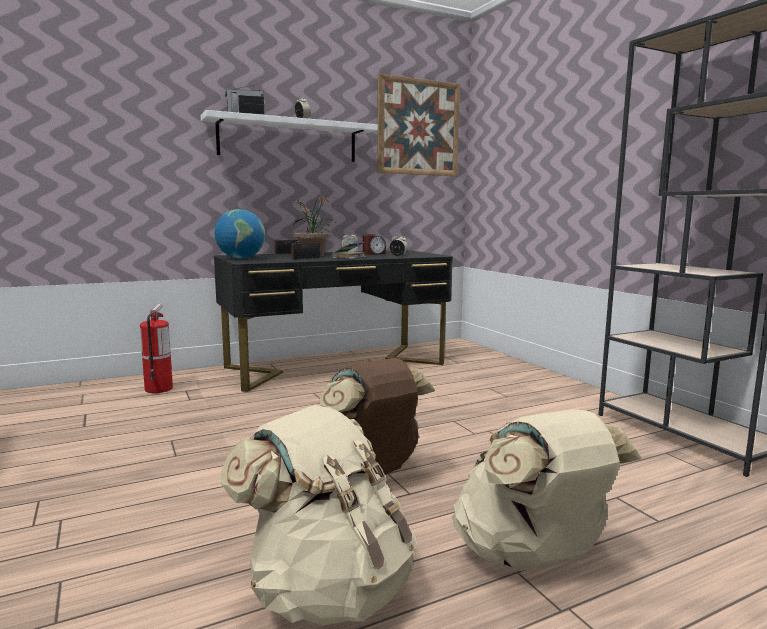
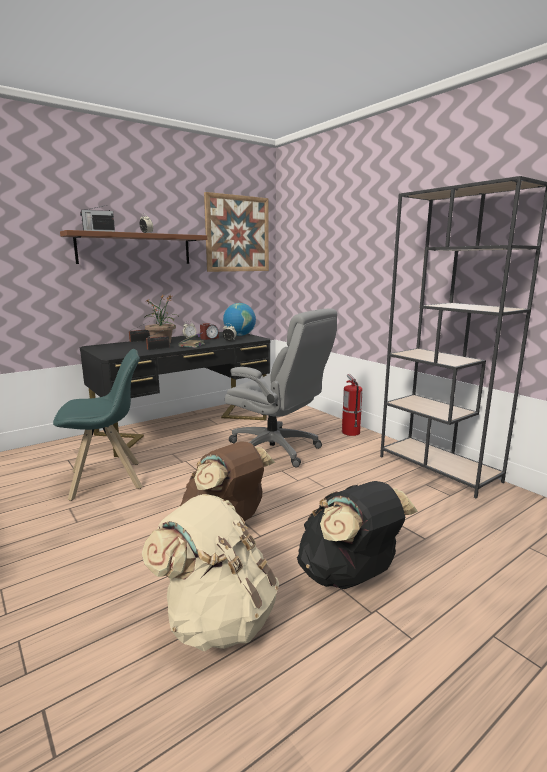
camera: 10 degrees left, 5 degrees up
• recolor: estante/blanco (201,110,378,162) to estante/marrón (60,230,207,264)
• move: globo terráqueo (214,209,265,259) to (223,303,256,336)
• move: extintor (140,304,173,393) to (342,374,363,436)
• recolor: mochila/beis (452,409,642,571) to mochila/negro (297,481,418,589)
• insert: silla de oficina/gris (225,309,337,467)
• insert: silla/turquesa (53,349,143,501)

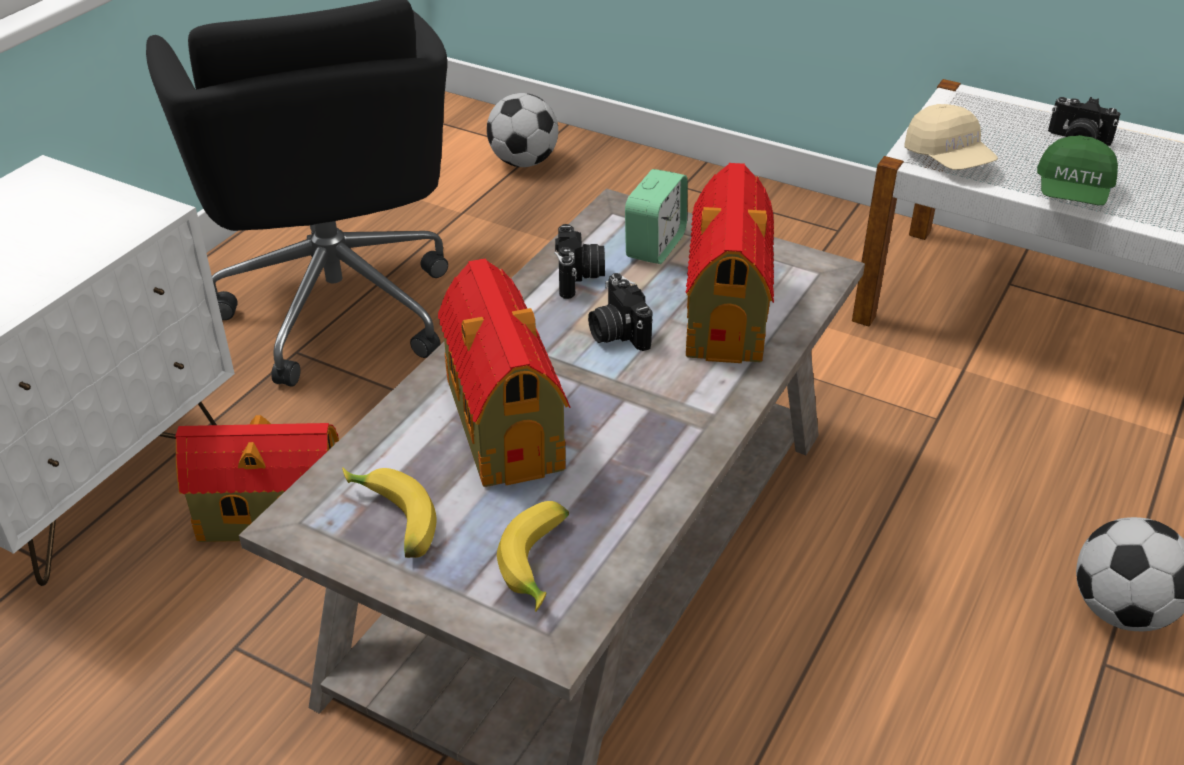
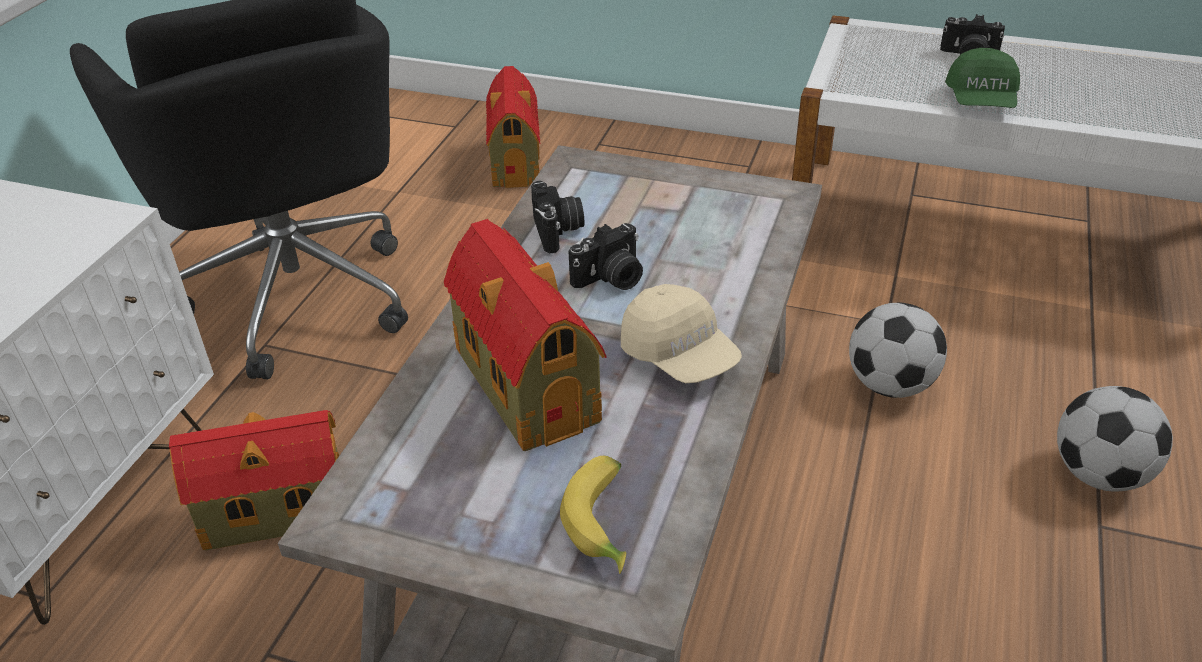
camera: 10 degrees left, 0 degrees up
• move: balón de fútbol (487,93,558,167) to (849,302,947,398)
• move: gorra/beis (904,104,998,170) to (621,284,742,383)
• move: casita (686,163,774,363) to (486,66,541,188)
• delete: despertador (625,169,688,264)
• rotate: cámara (588,273,653,351) = (568,223,643,290) 90 degrees counterclockwise
• delete: plátano (342,467,436,558)

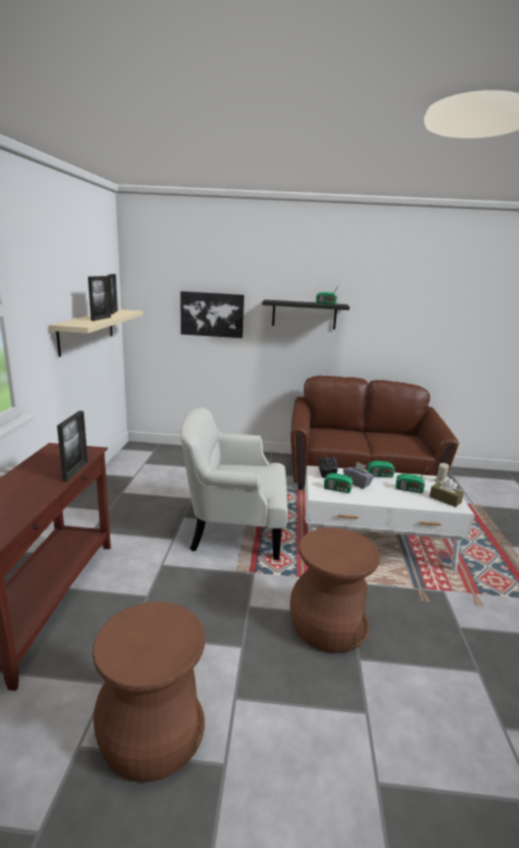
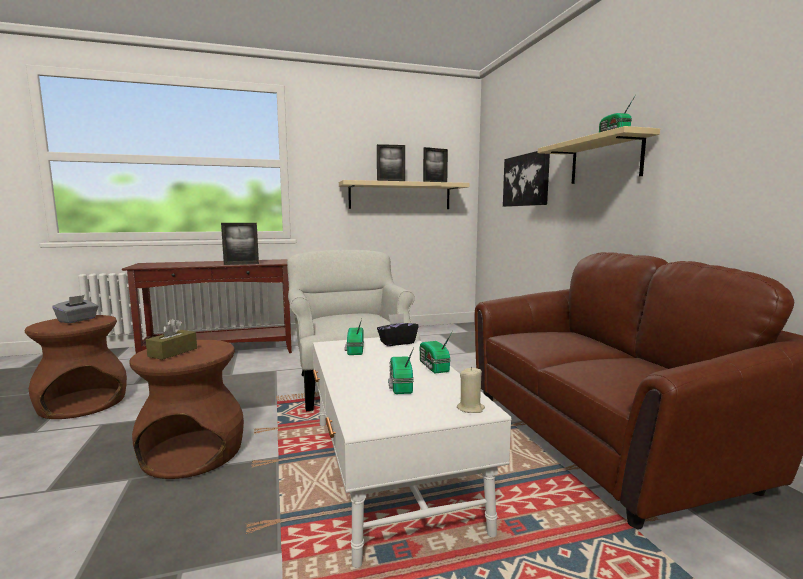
camera: 70 degrees right, 10 degrees down
• recolor: estante/negro (262,299,350,329) to estante/beis (538,126,660,184)
• move: caja de pañuelos/gris (343,462,374,489) to (52,295,99,323)
• move: caja de pañuelos/marrón (429,478,464,507) to (146,319,197,360)

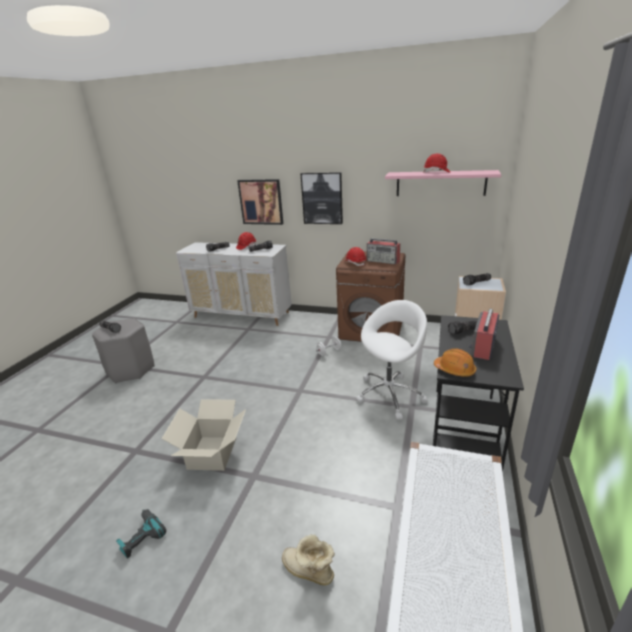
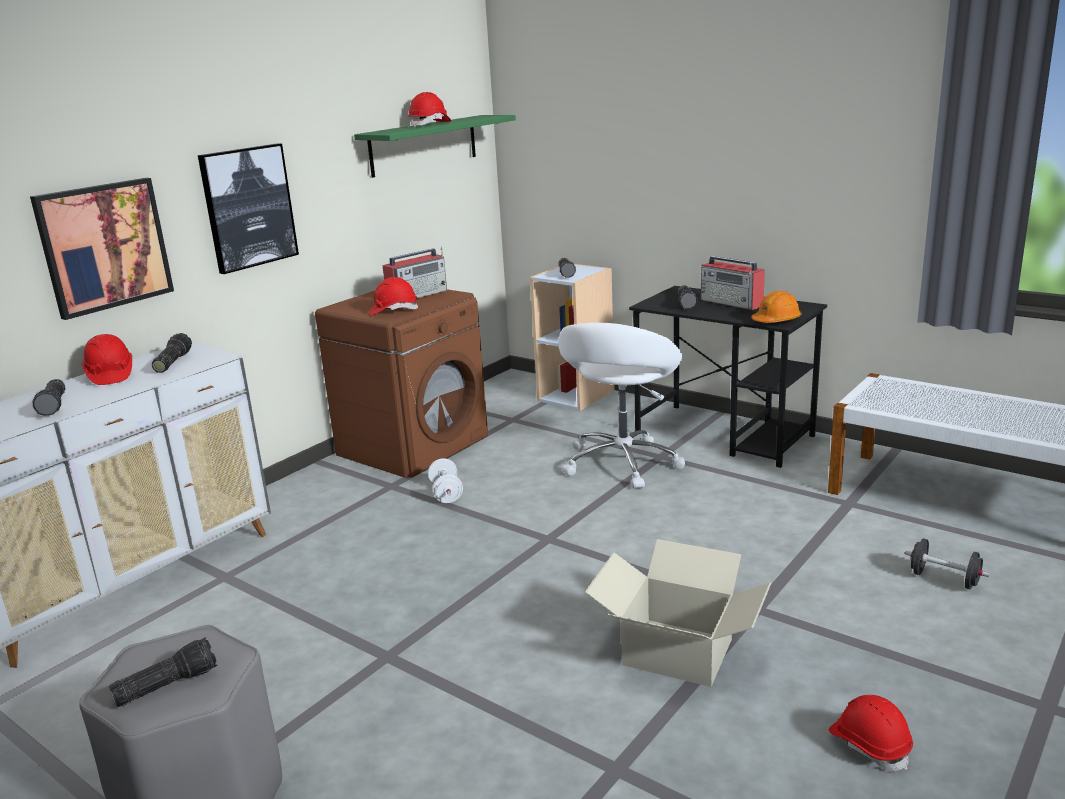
camera: 70 degrees left, 5 degrees down
• recolor: estante/rosa (385,170,501,196) to estante/verde (354,115,516,178)
• rotate: silla de oficina/blanco (356,300,428,420) = (559,323,685,489) 150 degrees counterclockwise
• replace: taladro (116,509,166,559) to casco/rojo (829,695,913,771)
• replace: bota (282,534,335,586) to mancuerna/negro (905,538,990,590)

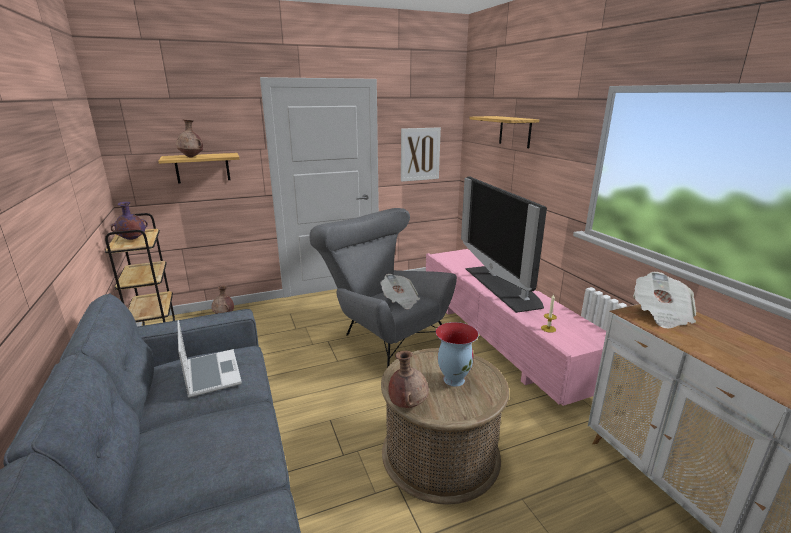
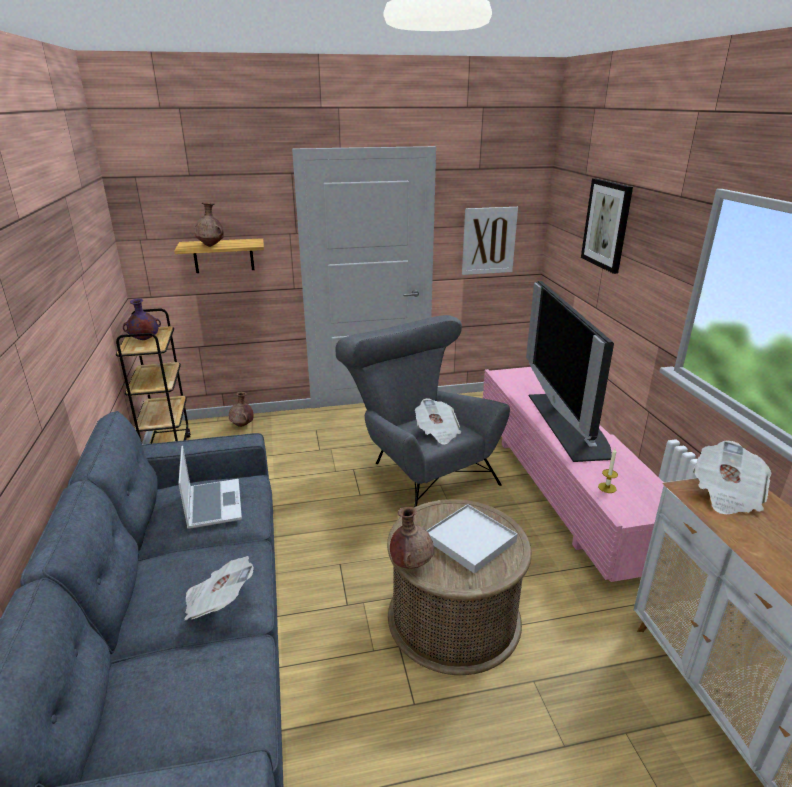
camera: 10 degrees right, 5 degrees up
• replace: estante (469,116,539,148) to cuadro (581,178,633,274)
• replace: florero (435,322,479,387) to bandeja/blanco (426,504,517,573)
• insert: periódico (184,556,254,621)

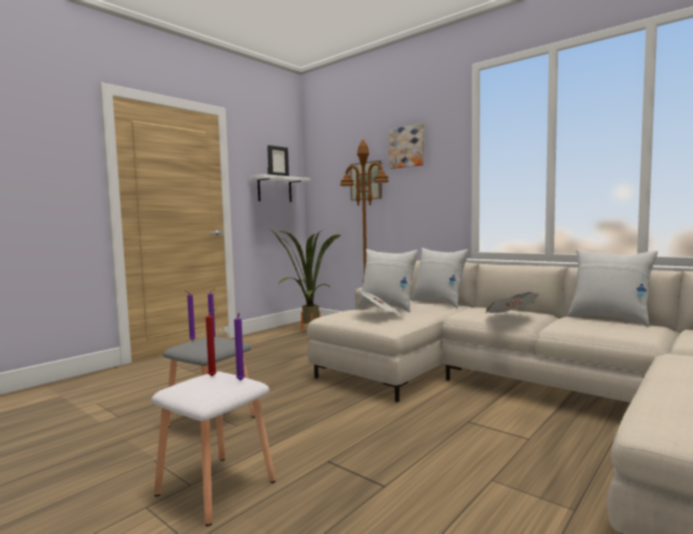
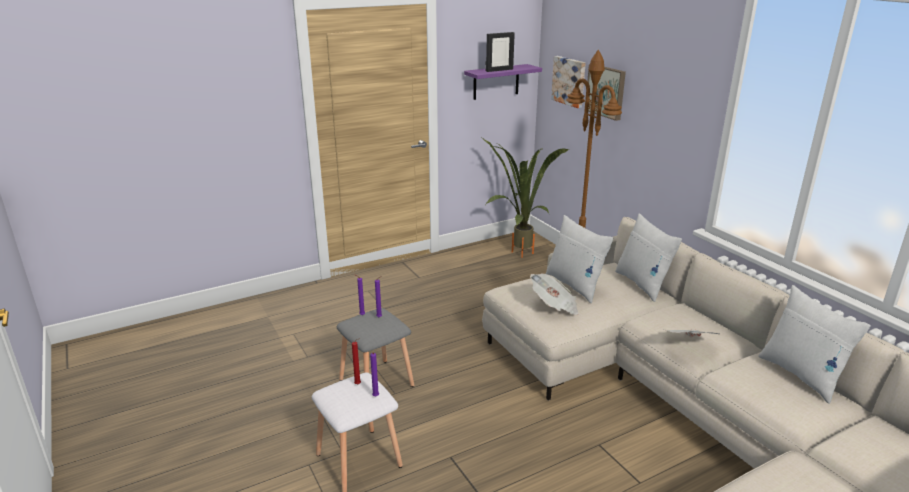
camera: 20 degrees right, 20 degrees up
• move: cuadro (388,124,424,169) to (551,56,586,108)
• recolor: estante/blanco (250,174,310,202) to estante/morado (464,64,542,100)

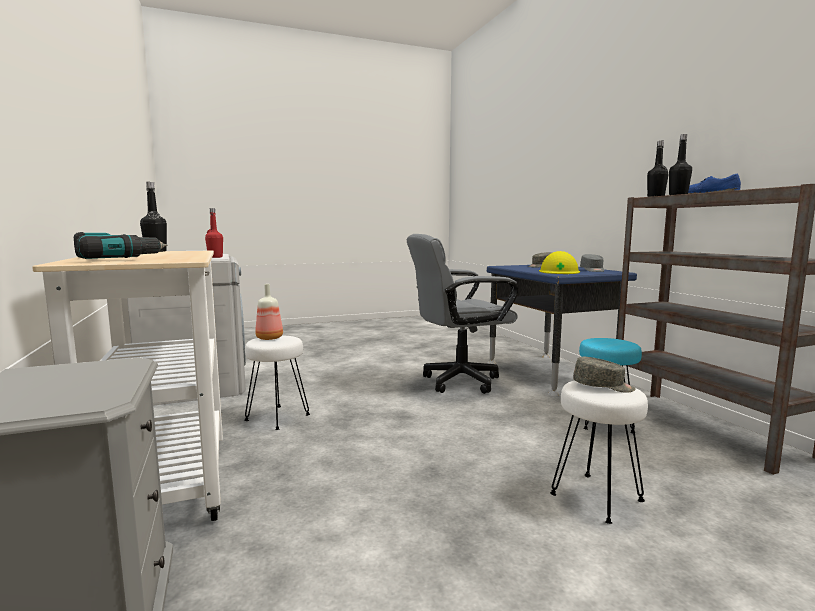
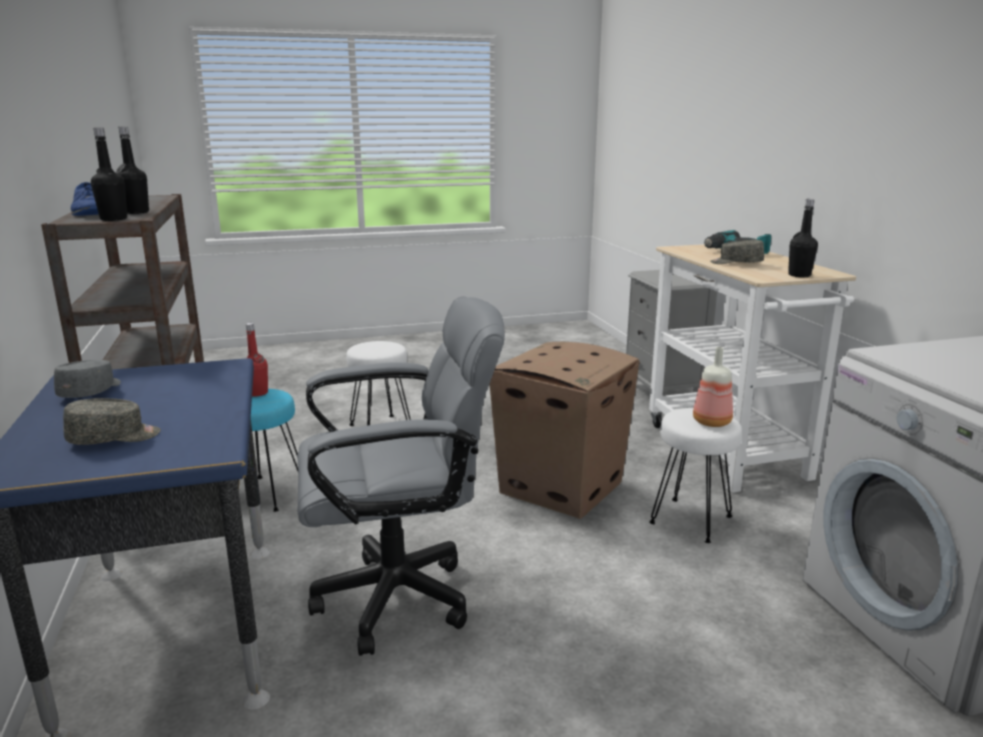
camera: 175 degrees left, 10 degrees up
• move: botella/rojo (205,208,223,258) to (246,323,268,396)
• delete: casco/amarillo (539,251,580,274)
• move: gorra/gris (573,357,636,393) to (710,240,764,264)
• insert: caja de cartón (490,342,640,519)

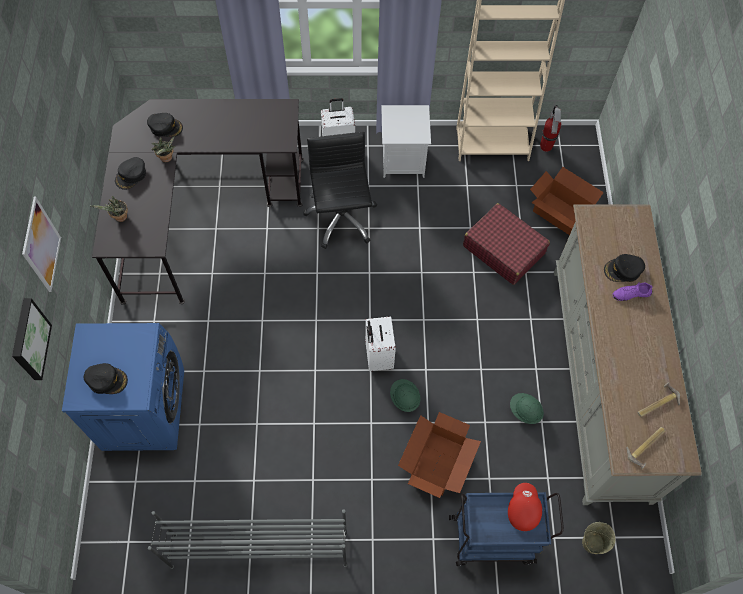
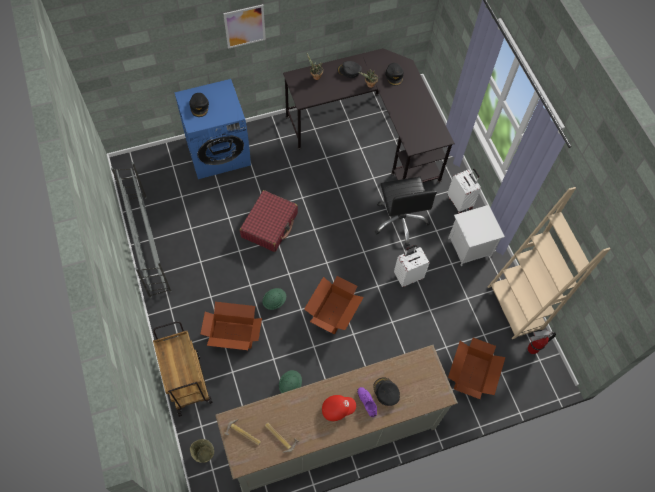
camera: 70 degrees right, 0 degrees up
• rotate: silla de oficina/negro (303,132,377,249) = (375,177,437,246) 105 degrees clockwise
• move: maleta/rojo (463,203,550,285) to (240,190,298,252)
• delete: cuadro (12,298,52,380)
• move: maleta/blanco (365,316,396,371) to (394,245,430,287)
• move: gorra/rojo (508,483,542,531) to (322,395,356,421)
• recolor: carrito/azul (449,492,564,566) to carrito/marrón (153,321,213,417)
• insert: caja de cartón (304,276,364,334)

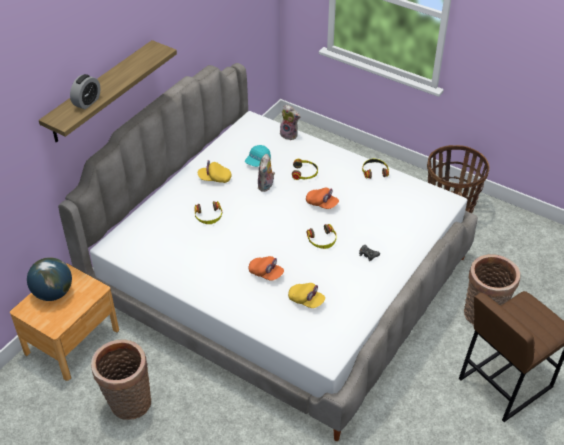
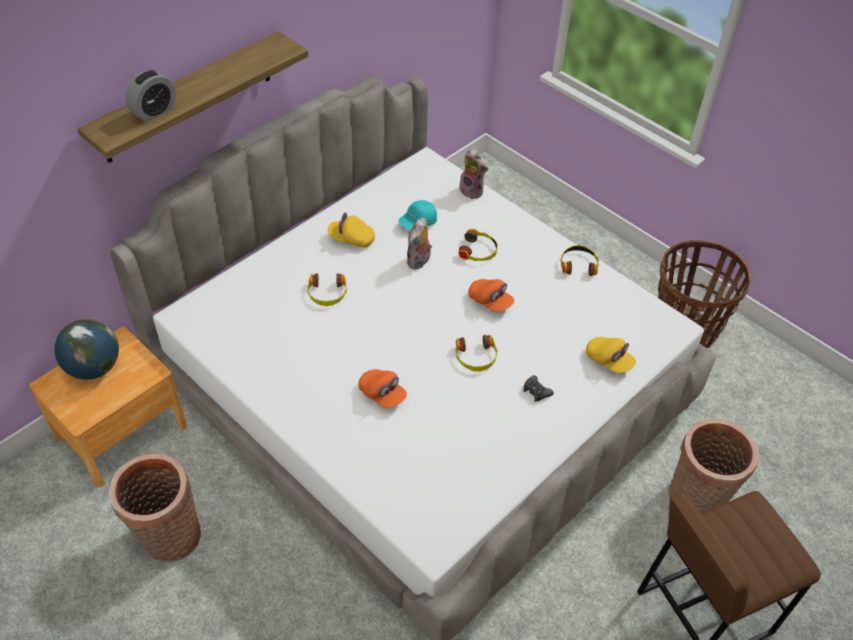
camera: 10 degrees right, 5 degrees up
• move: gorra/amarillo (288,283,325,308) to (586,337,636,373)

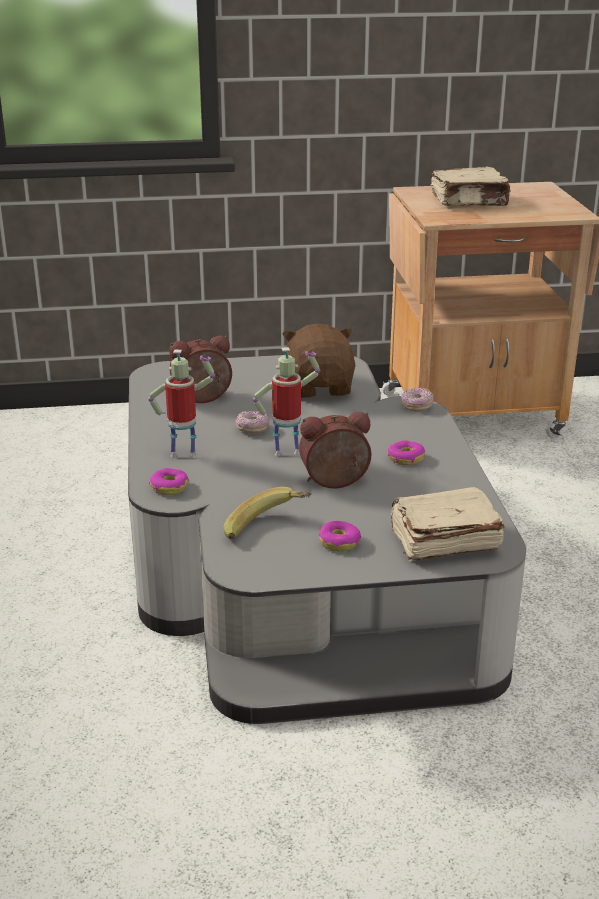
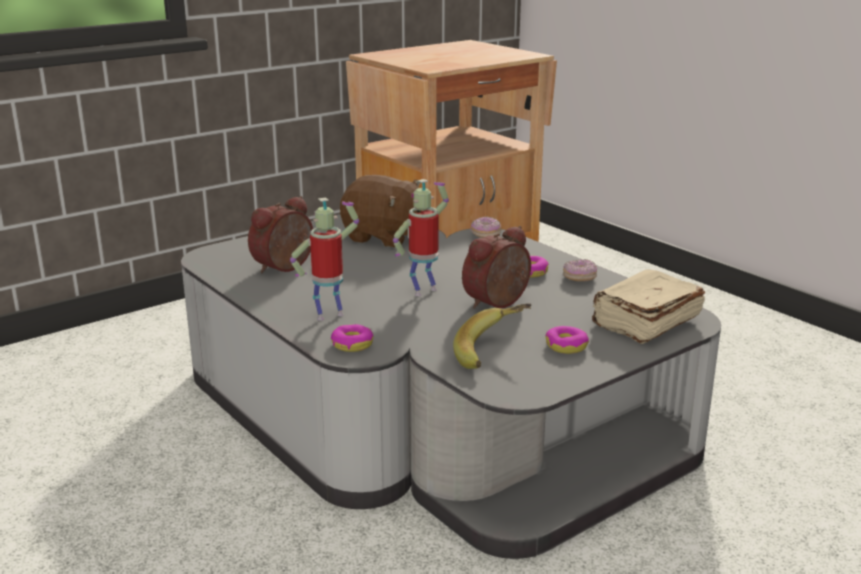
camera: 30 degrees left, 5 degrees down
• delete: libro/beis (431,167,511,206)
• rotate: peluche/marrón (282,324,355,398) = (340,175,421,247) 150 degrees clockwise
• move: rosquilla (236,411,269,433) to (563,259,597,281)

